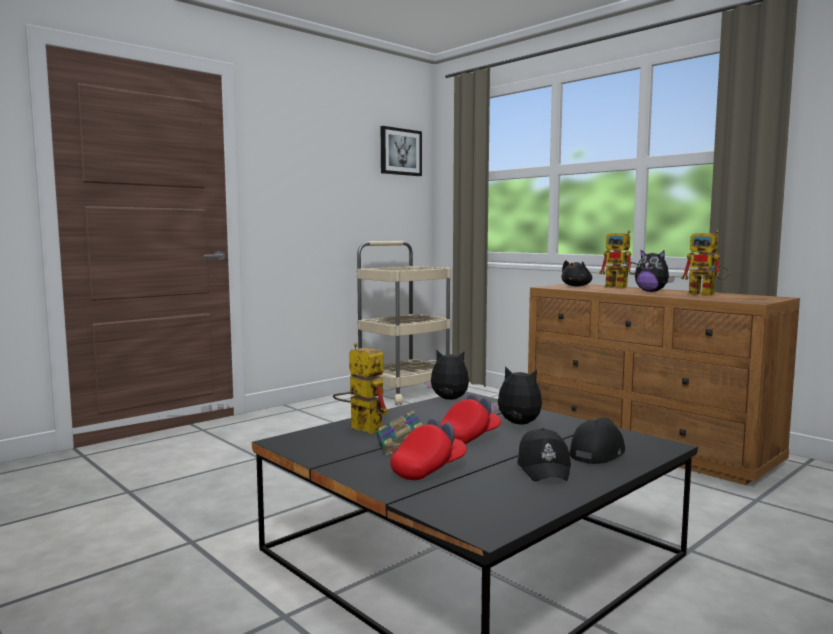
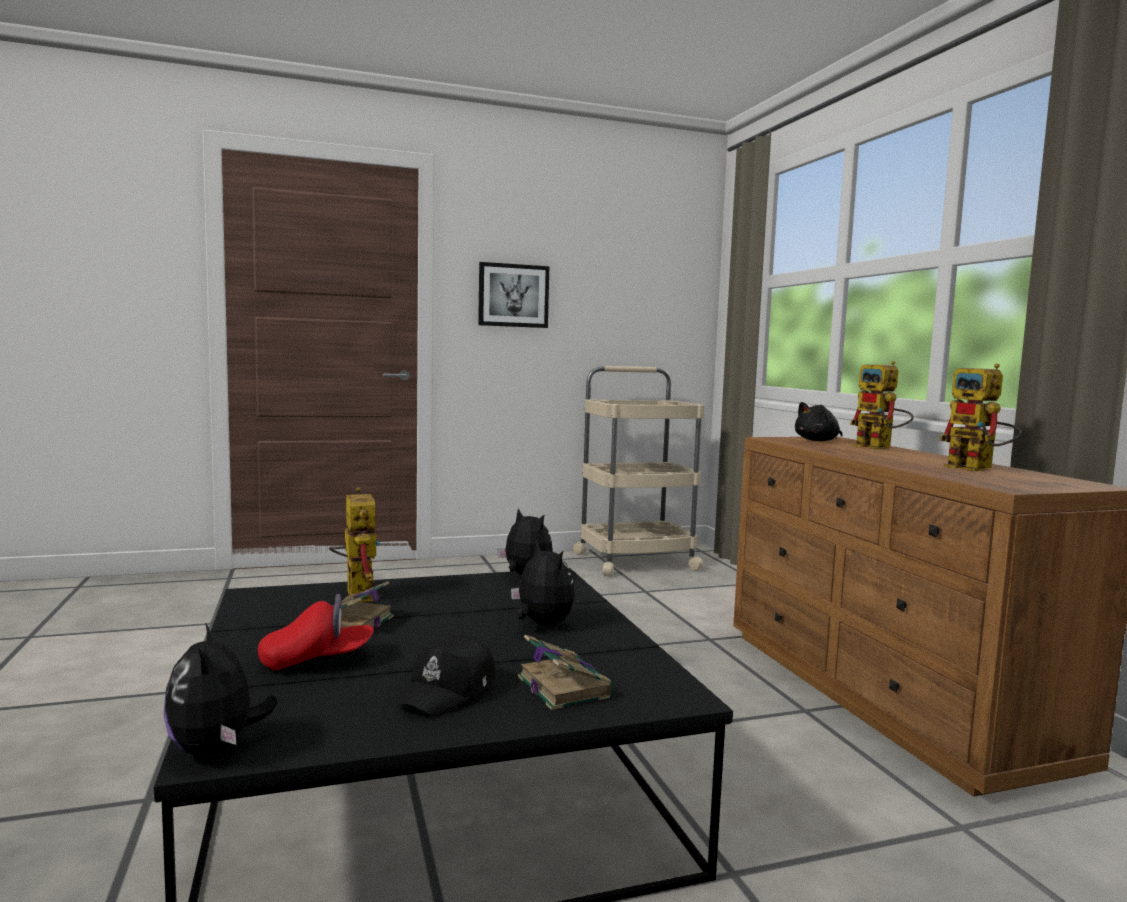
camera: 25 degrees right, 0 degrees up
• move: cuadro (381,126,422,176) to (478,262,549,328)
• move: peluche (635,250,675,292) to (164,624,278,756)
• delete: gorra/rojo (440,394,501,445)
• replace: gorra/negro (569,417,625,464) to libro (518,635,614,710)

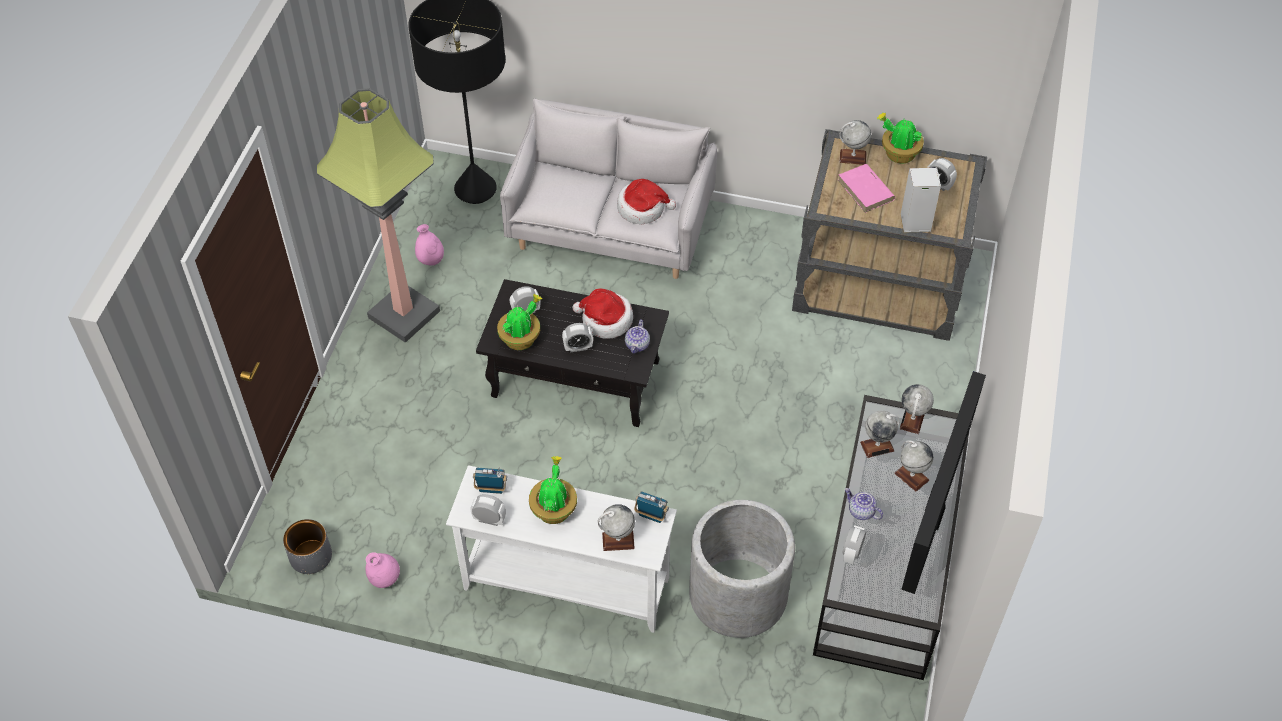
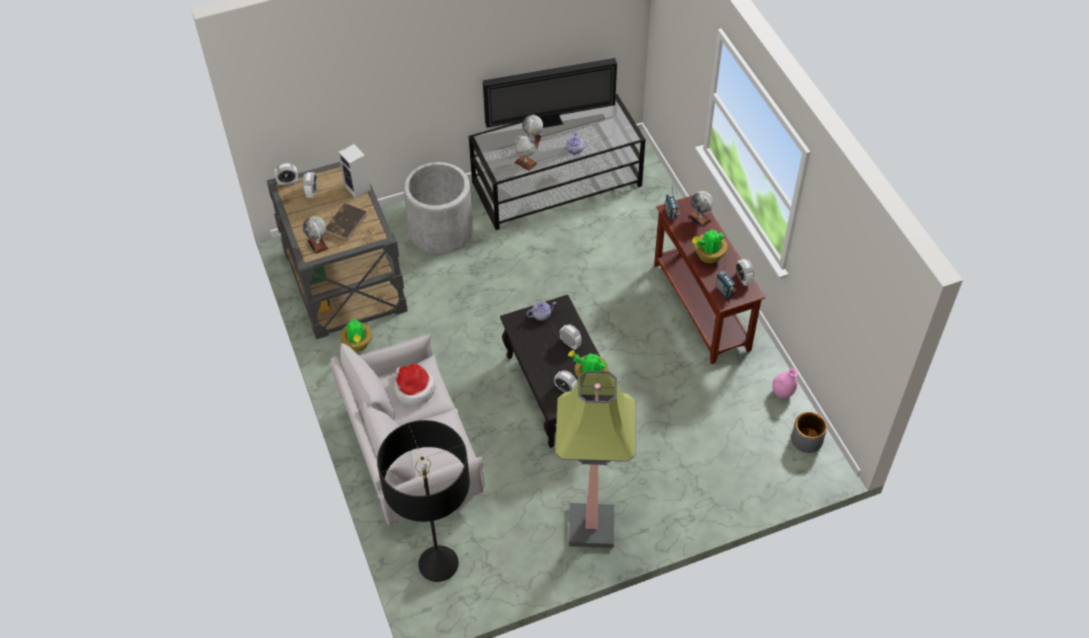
camera: 125 degrees left, 0 degrees up
• move: planta en maceta (877,113,924,163) to (340,318,372,352)
• recolor: libro/rosa (838,164,895,213) to libro/marrón (325,203,368,242)
• delete: florero/rosa (415,224,444,266)
• delete: sombrero (573,288,633,339)
• delete: globo terráqueo (900,384,934,434)
• recolor: mesa consola/blanco (446,465,677,633) to mesa consola/marrón (654,195,765,364)
• move: maceta/gris (689,500,795,638) to (404,162,473,254)
• move: despertador (842,525,866,564) to (275,163,298,186)

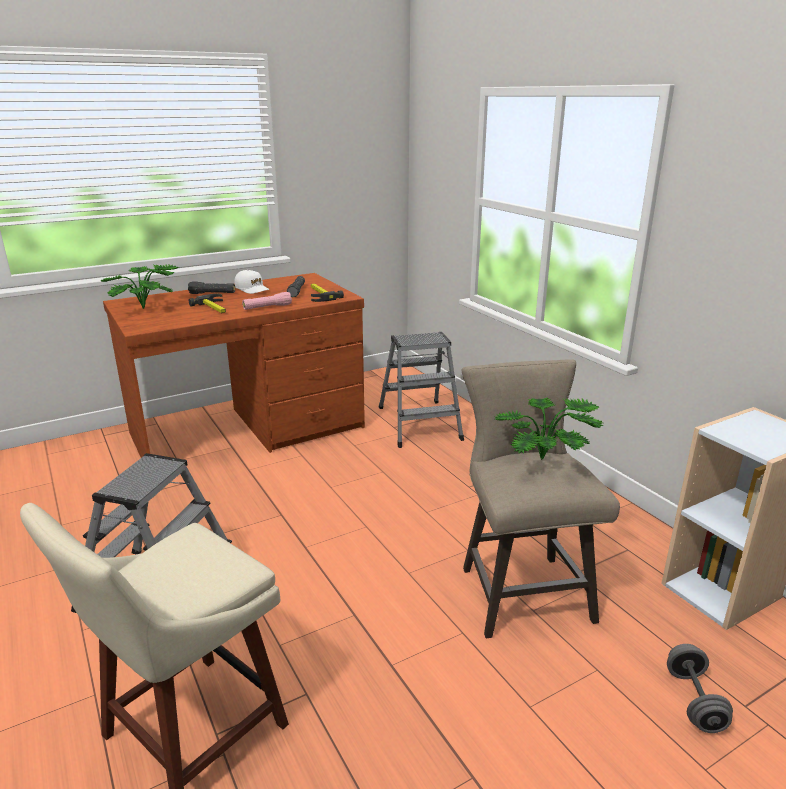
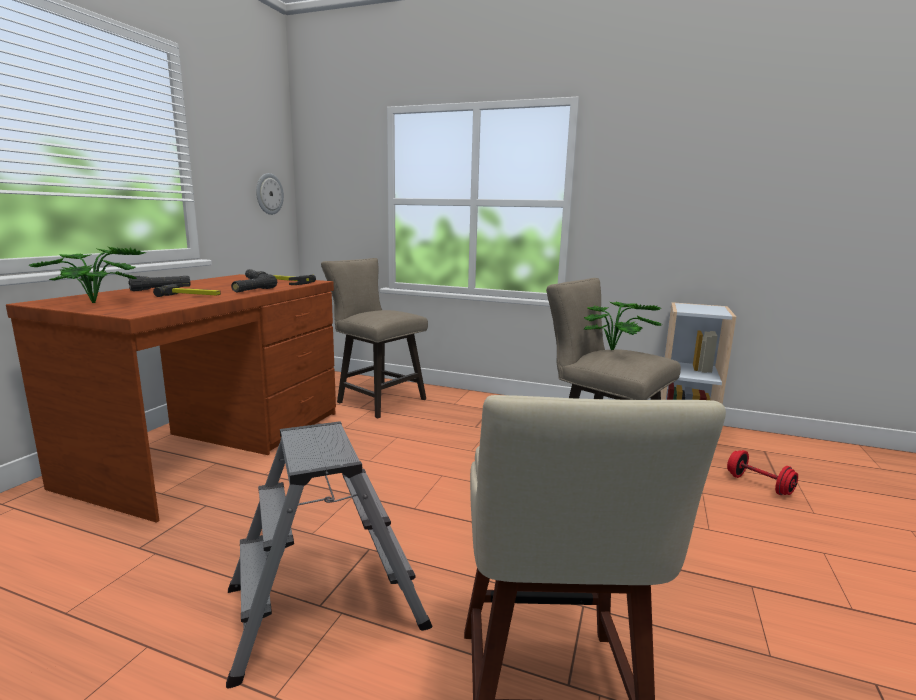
camera: 40 degrees left, 10 degrees down
• delete: gorra/blanco (234,270,269,294)
• recolor: linterna/rosa (242,292,292,310) to linterna/negro (231,274,277,292)
• replace: escalera de tijera/gris (379,332,464,448) to taburete/beis (321,258,428,419)
• recolor: mancuerna/gris (667,644,733,733) to mancuerna/rojo (727,450,798,495)
• insert: reloj de pared (256,173,284,215)

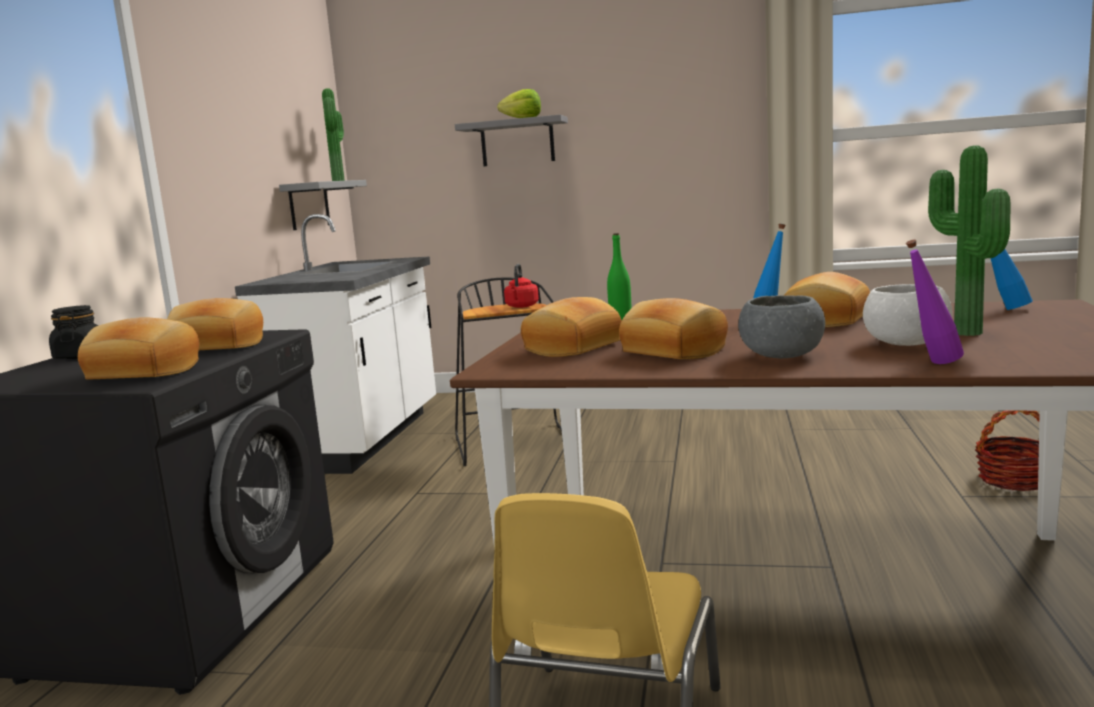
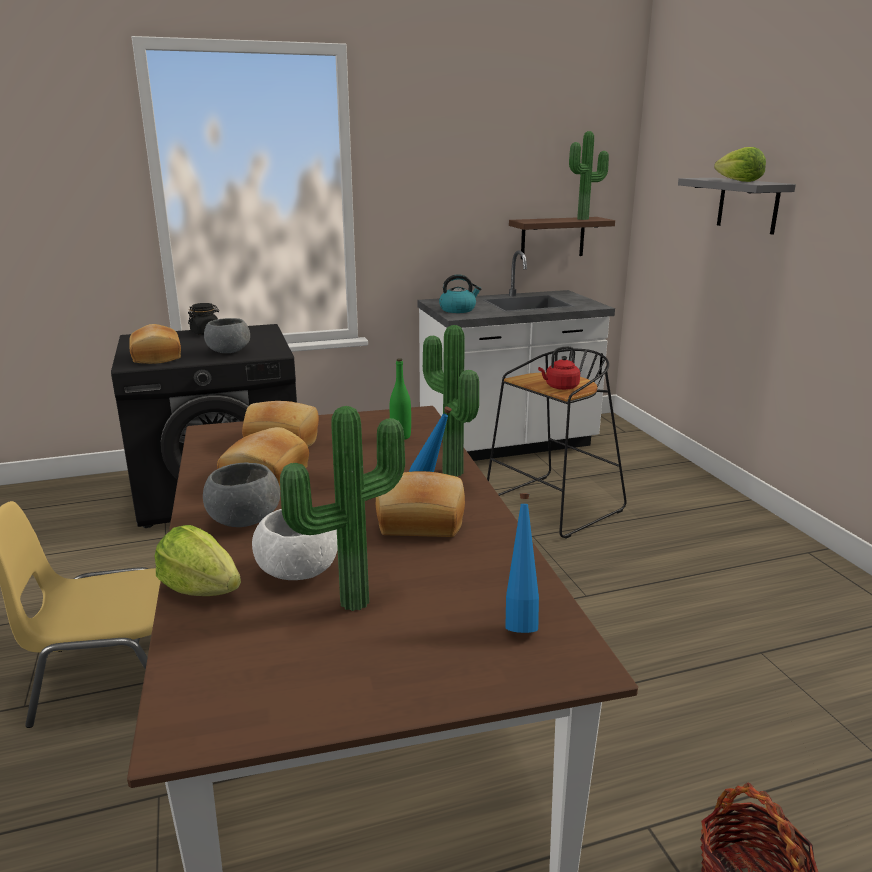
camera: 60 degrees right, 10 degrees up
• recolor: estante/gris (279,180,367,230) to estante/marrón (509,217,615,259)
• replace: botella/morado (906,240,964,364) to lechuga (155,525,241,596)
• replace: pan (167,298,263,350) to cuenco/gris (204,318,250,353)
• insert: hervidor (439,274,481,313)
• insert: planta en maceta (423,325,479,477)

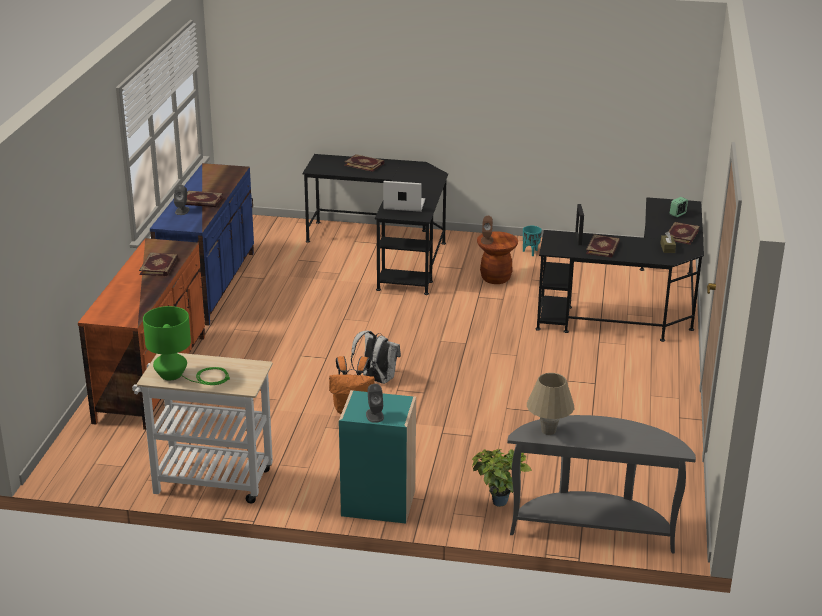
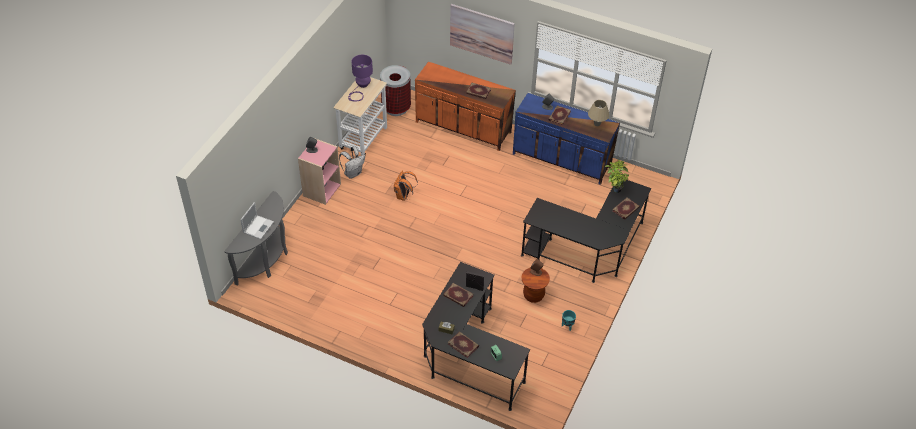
camera: 105 degrees right, 20 degrees up
• move: portátil (384,181,425,212) to (240,202,274,239)
• recolor: lámpara de mesa/verde (143,306,230,385) to lámpara de mesa/morado (348,55,373,102)
• move: mochila/blanco (351,331,401,384) to (339,146,365,178)
• move: lámpara de mesa/beis (527,373,574,435) to (588,100,610,126)
• recolor: estantería/turquesa (339,390,416,524) to estantería/rosa (298,138,341,205)
• move: planta en maceta (472,449,532,507) to (605,160,629,193)
• insert: cuadro (450,4,515,65)
• insert: papelera (380,65,411,116)

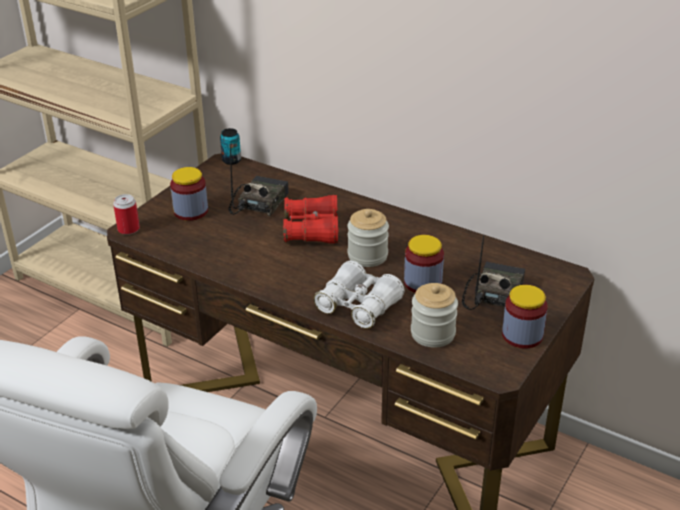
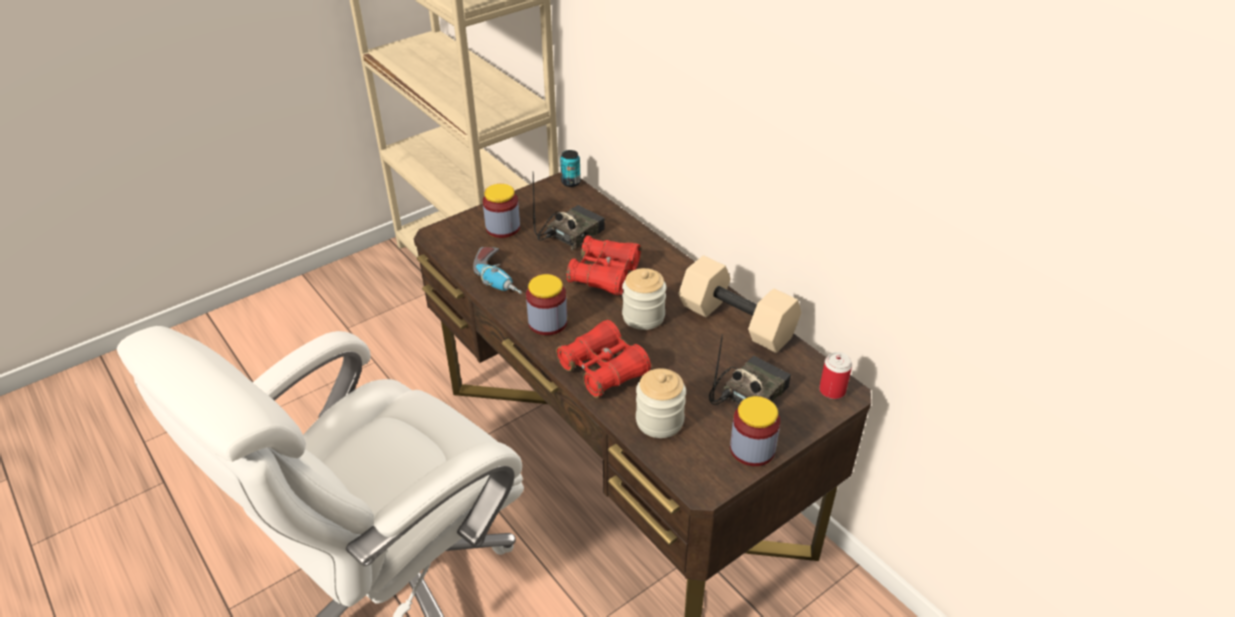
camera: 20 degrees right, 5 degrees up
• move: lata (113,194,140,235) to (819,352,852,399)
• move: tarro (404,235,444,293) to (526,274,567,335)
• recolor: prismáticos/blanco (313,261,404,329) to prismáticos/rojo (556,320,651,398)
• insert: taladro (473,247,522,294)
• insert: mancuerna/beis (678,255,801,353)

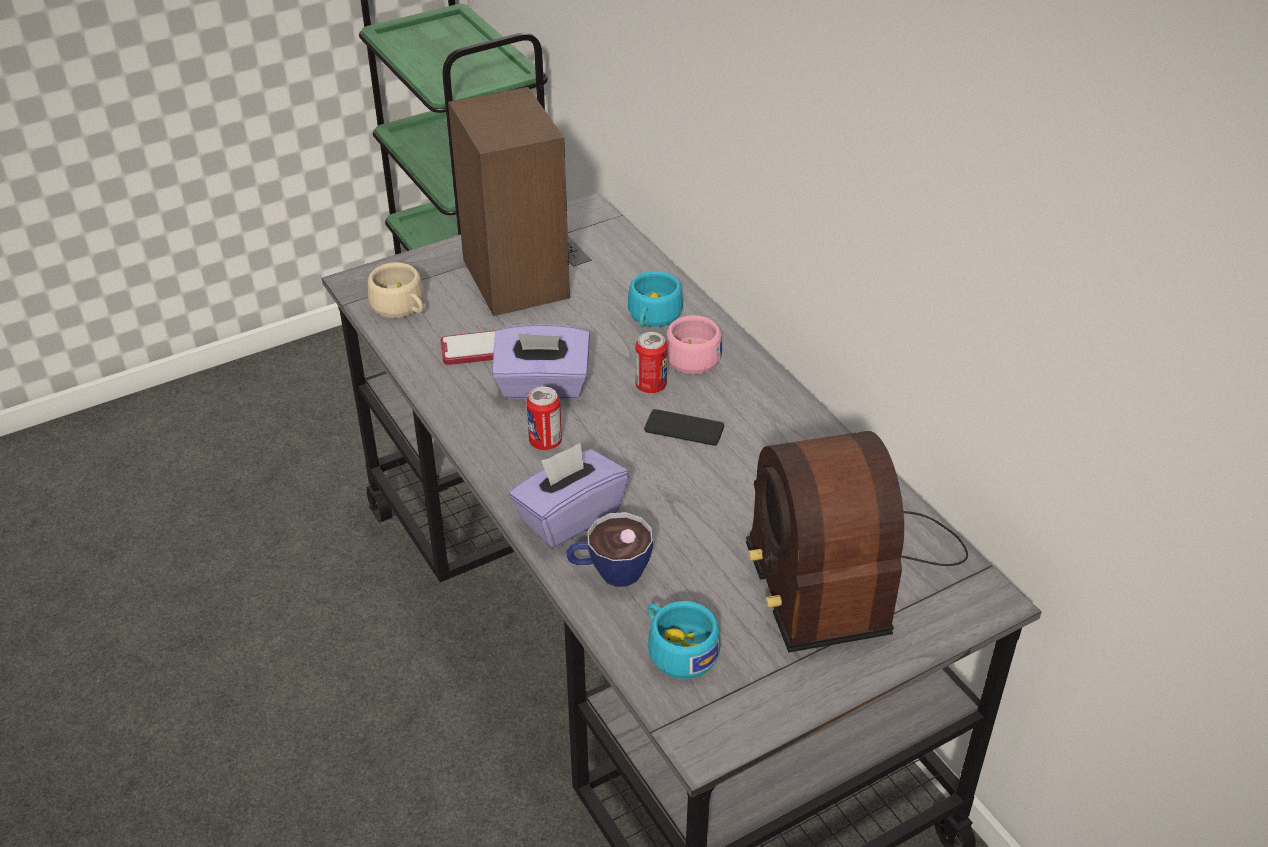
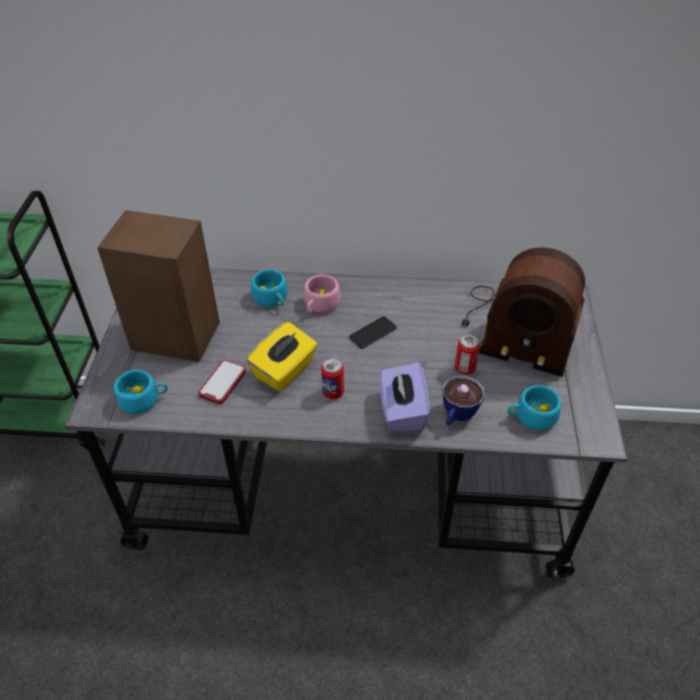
camera: 55 degrees left, 5 degrees up
• recolor: taza/beis (368,262,424,318) to taza/turquesa (113,370,168,414)
• recolor: caja de pañuelos/morado (492,324,590,400) to caja de pañuelos/amarillo (247,322,317,391)
• move: lata (636,332,667,393) to (455,334,480,375)

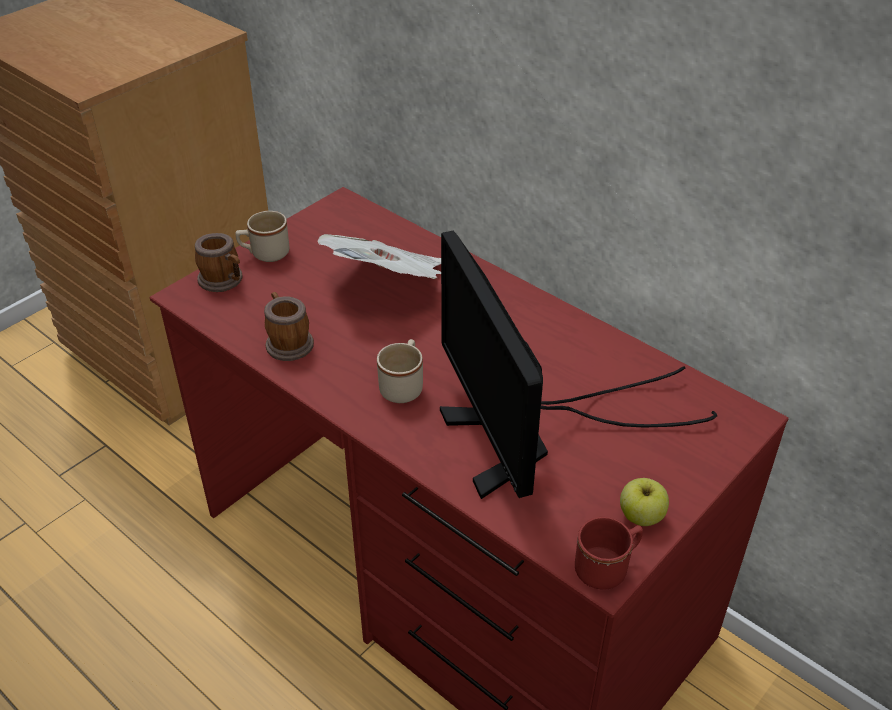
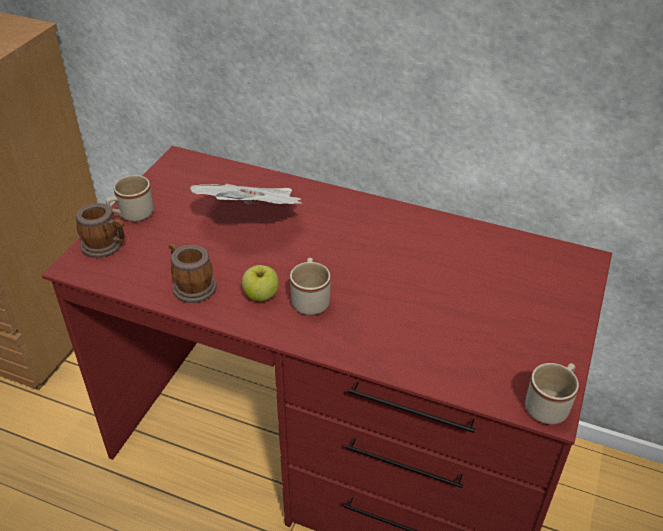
camera: 20 degrees left, 0 degrees up
• delete: monitor (440,231,717,499)
• move: manzana (620,478,669,526) to (242,265,279,301)
• recolor: taza grande/rojo (575,517,643,589) to taza grande/beis (525,363,579,424)

